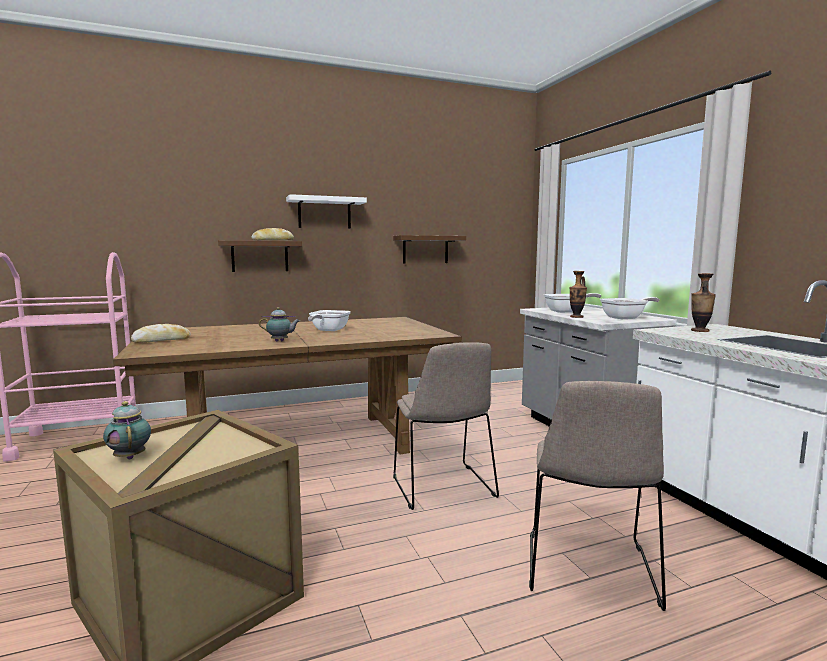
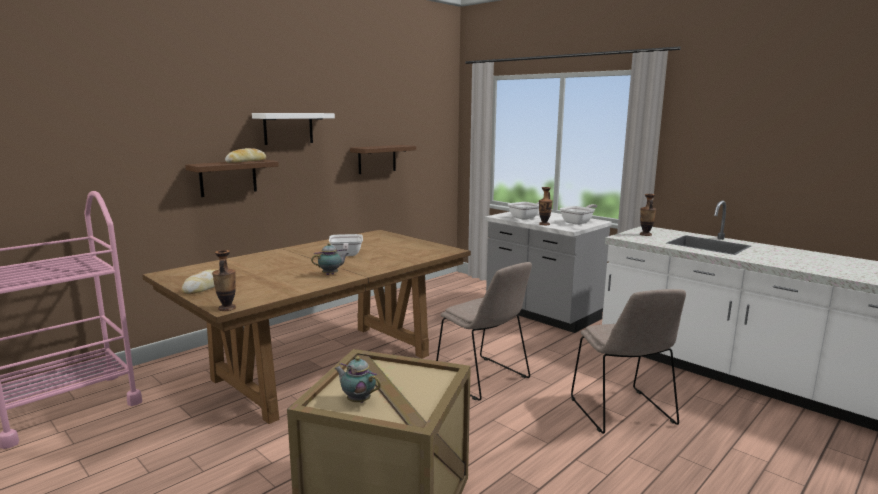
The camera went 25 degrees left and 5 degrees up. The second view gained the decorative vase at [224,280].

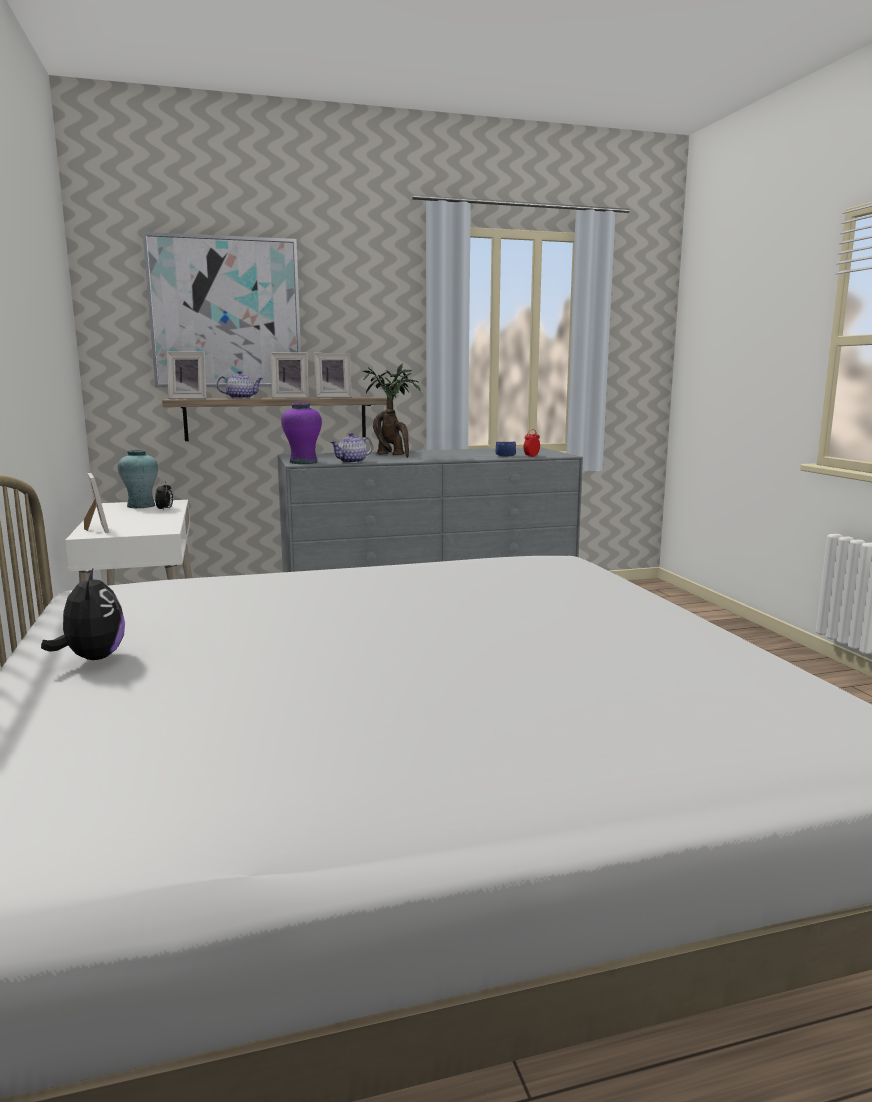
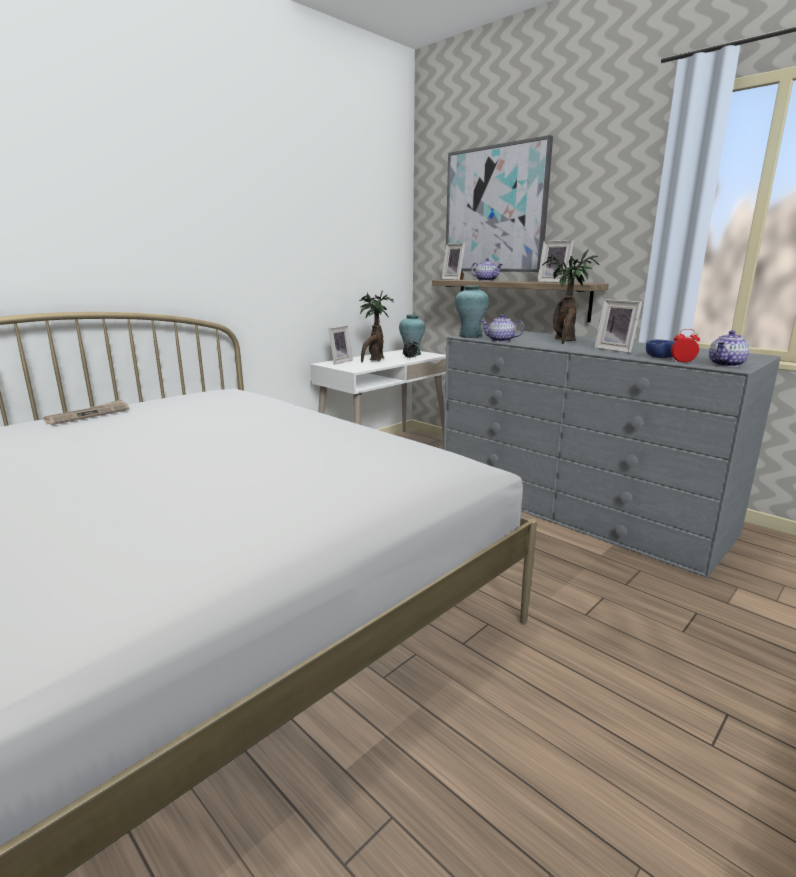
The camera went 60 degrees right and 5 degrees up. Where the cuddly toy stood at [83,614], the printed paper came to stand at [86,412]. The second view gained the houseplant at [376,326]. What was the purple decorative vase at [301,433] turned into the blue-green decorative vase at [472,311]. The standing frame ended up elsewhere, having gone from [290,375] to [618,326]. The second view gained the teapot at [729,348].

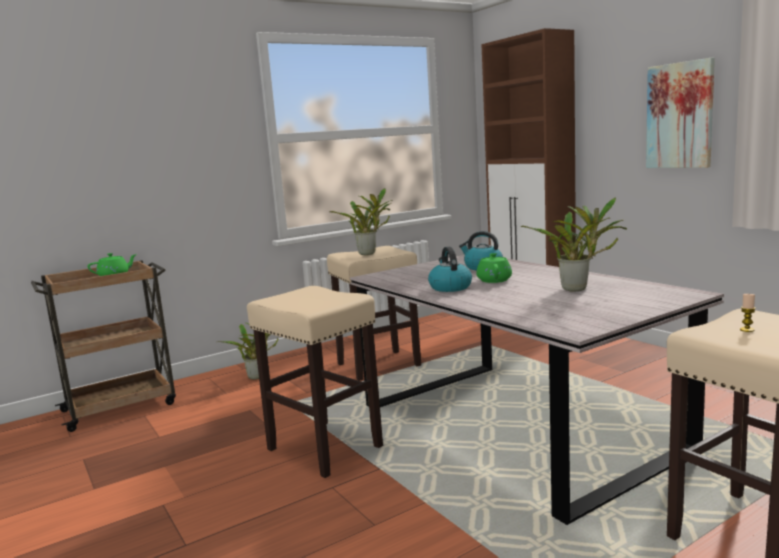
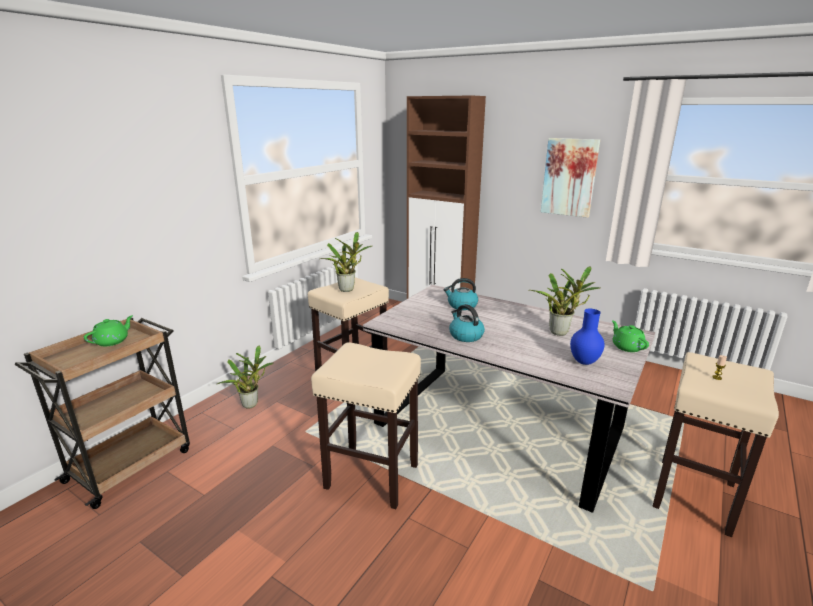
The camera went 25 degrees left and 10 degrees up. The second view gained the blue-coloured decorative vase at [587,337]. The greenish teapot ended up elsewhere, having gone from [494,268] to [630,336].

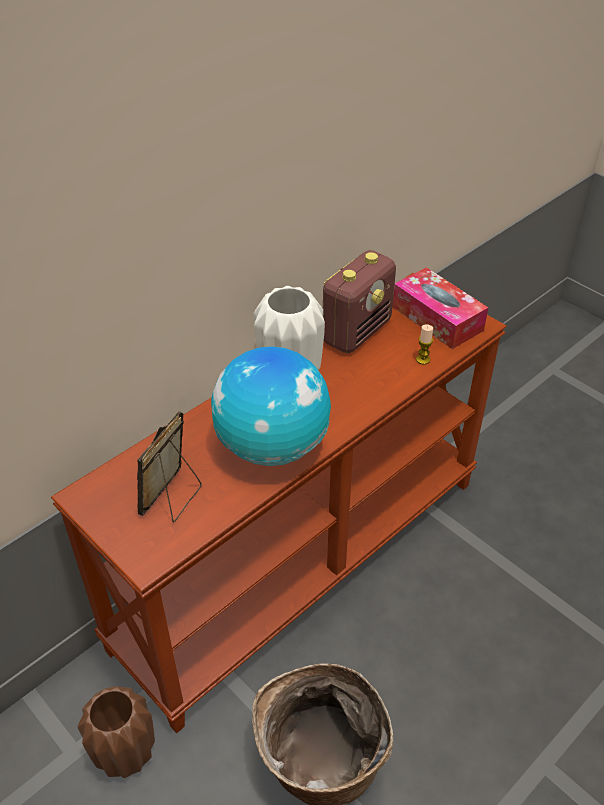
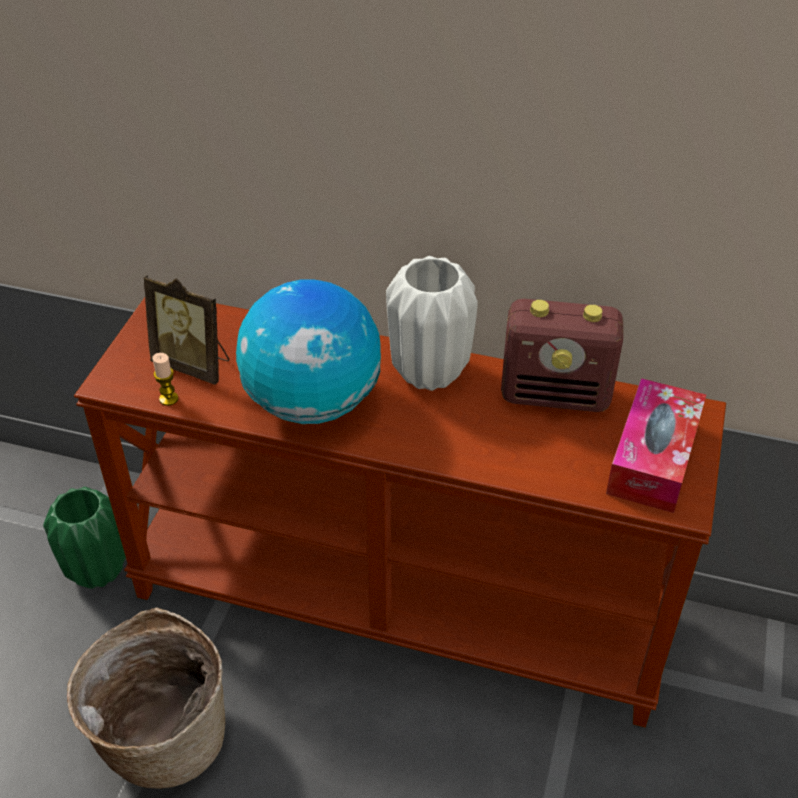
The camera went 60 degrees right and 0 degrees up. What was the brown-coloured decorative vase at [116,732] turned into the greenish decorative vase at [84,538]. The standing frame at [169,467] ended up facing another way, 150 degrees counterclockwise from before. The candle ended up elsewhere, having gone from [424,344] to [165,379].

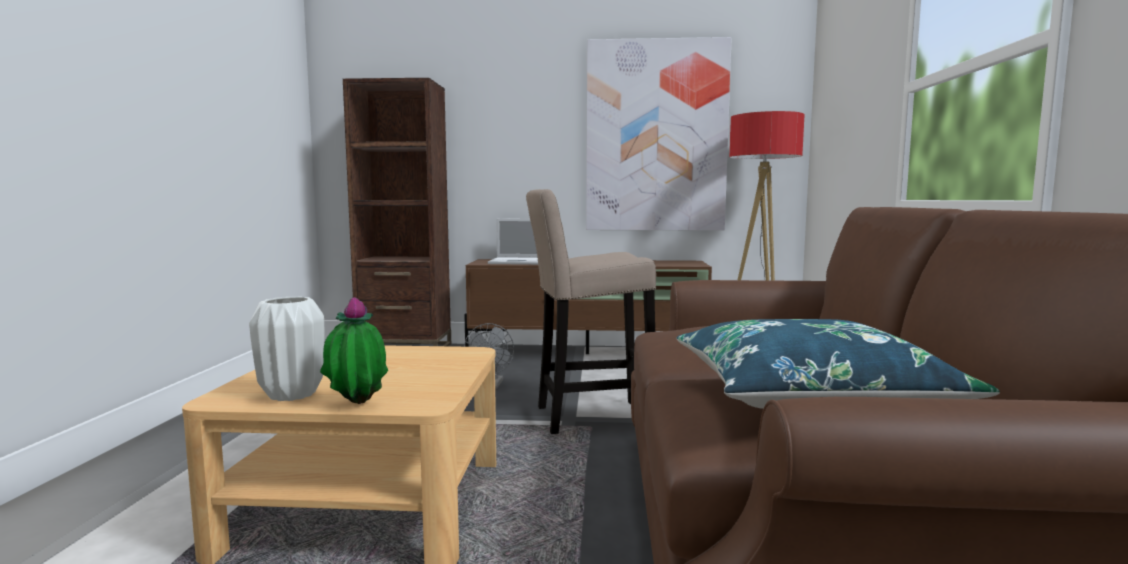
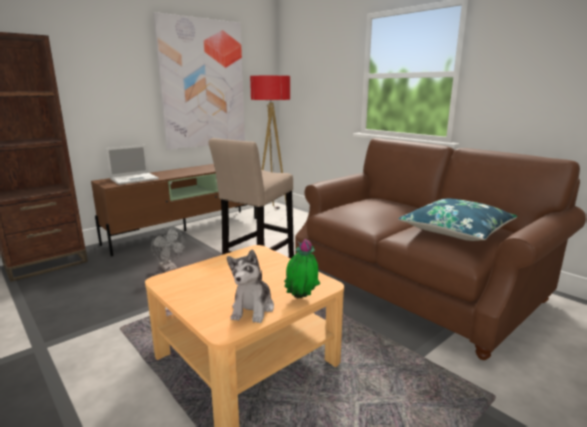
The camera went 45 degrees left and 10 degrees up. Where the whitish decorative vase stood at [286,349], the cuddly toy came to stand at [250,286].

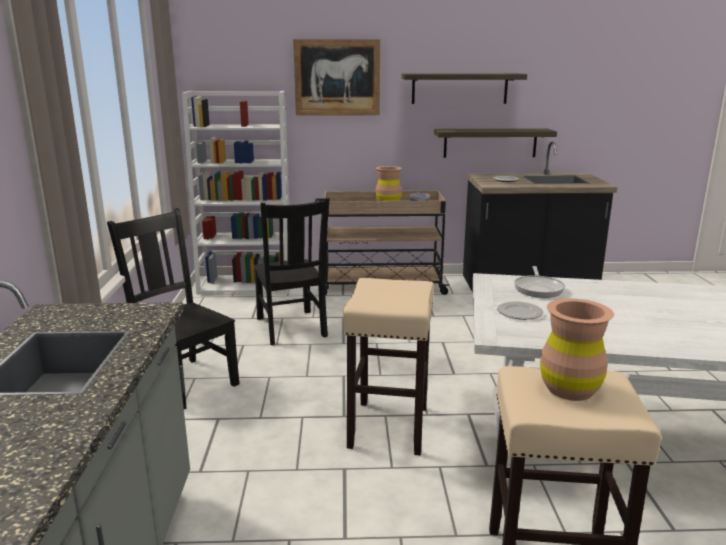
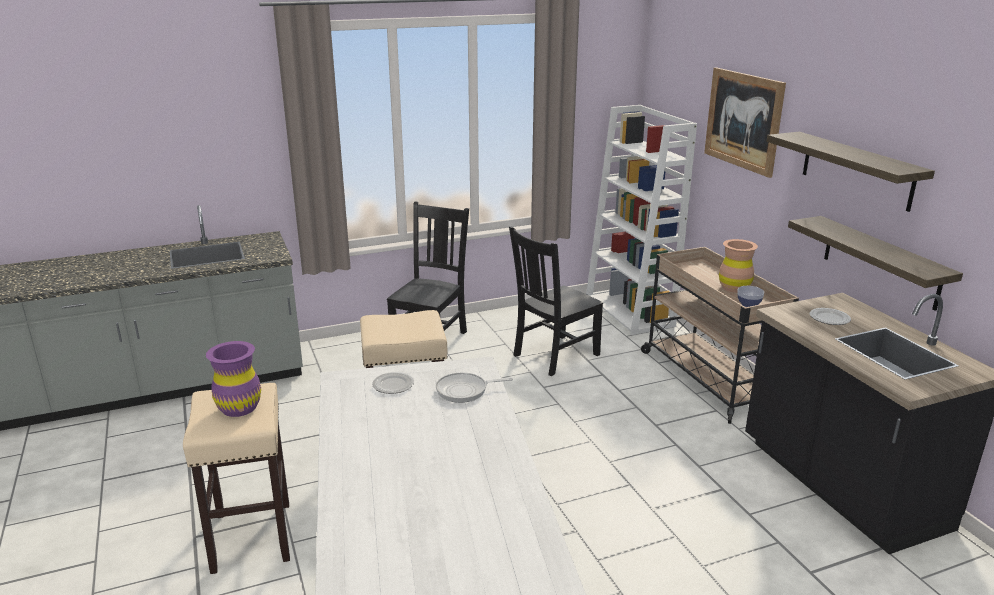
The camera went 70 degrees right and 5 degrees up. What was the brown-coloured decorative vase at [577,349] turned into the purple decorative vase at [233,379].

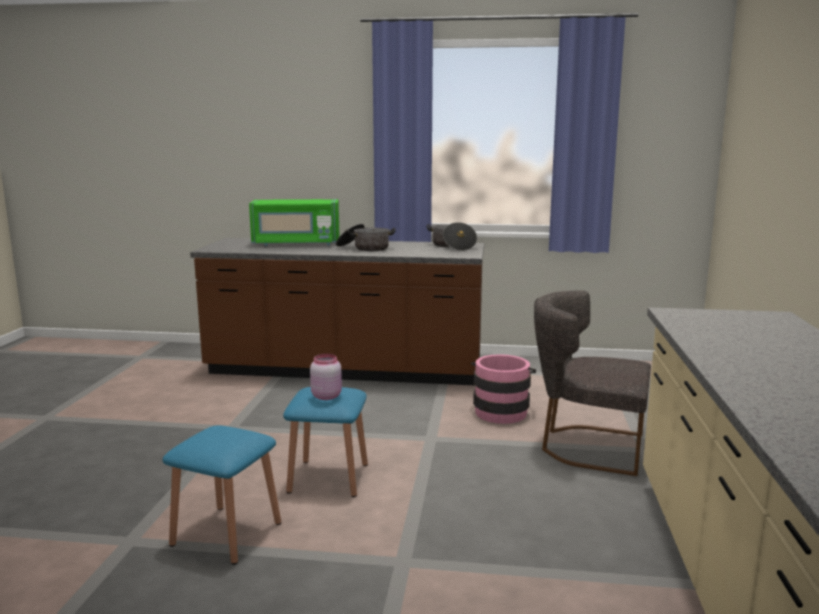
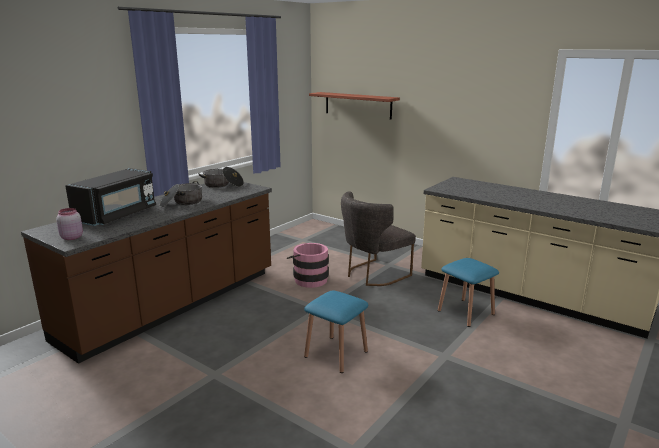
The camera went 60 degrees left and 5 degrees up. The pink jar ended up elsewhere, having gone from [326,377] to [69,224]. What was the greenish microwave at [294,222] turned into the black microwave at [110,197]. The second view gained the bracket shelf at [354,106]. The blue-coloured sitting stool ended up elsewhere, having gone from [222,495] to [468,292].

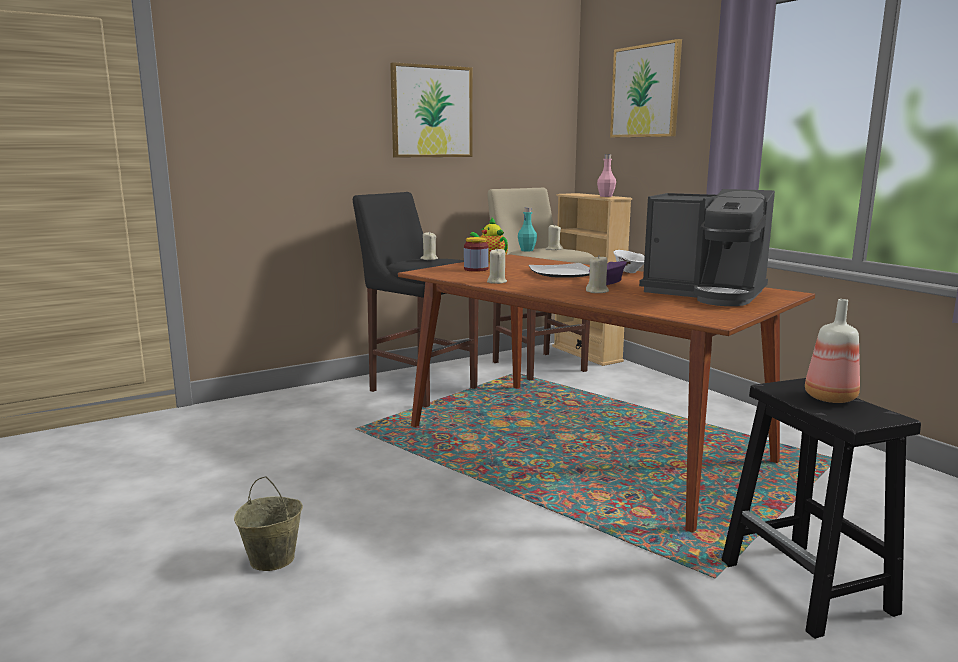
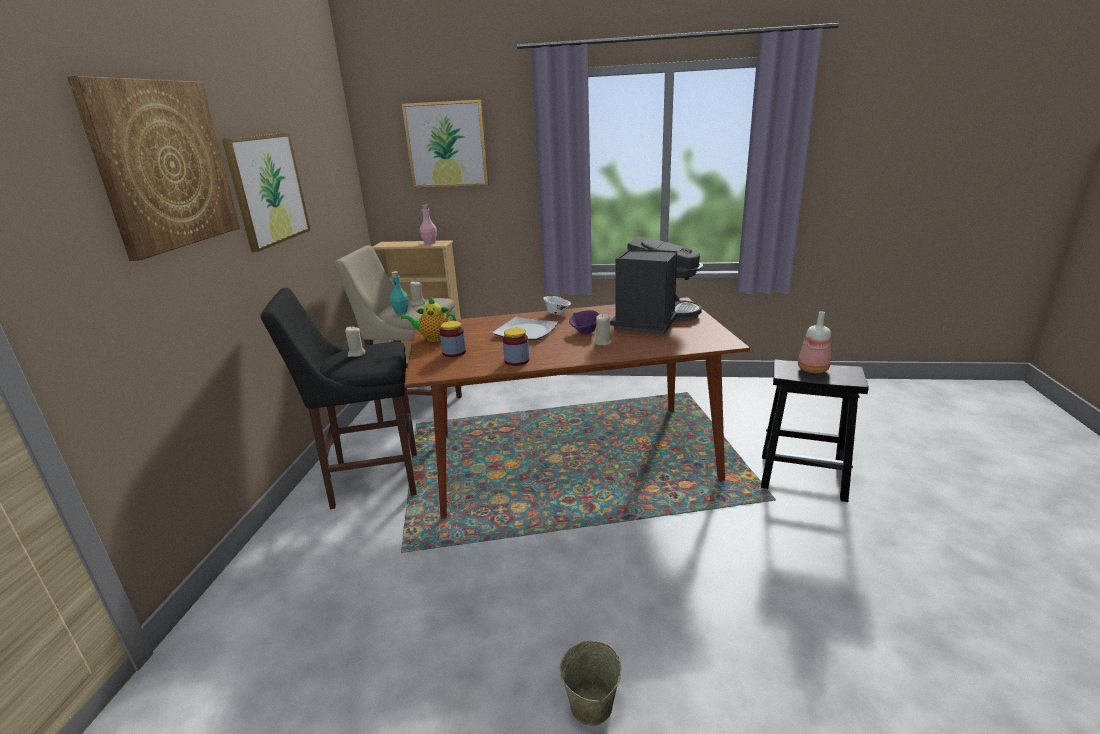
The camera went 50 degrees left and 10 degrees up. The second view gained the wall picture at [153,168]. Where the beige-coloured candle stood at [497,266], the jar came to stand at [516,347]. The coffee maker at [707,247] ended up facing another way, 45 degrees counterclockwise from before.

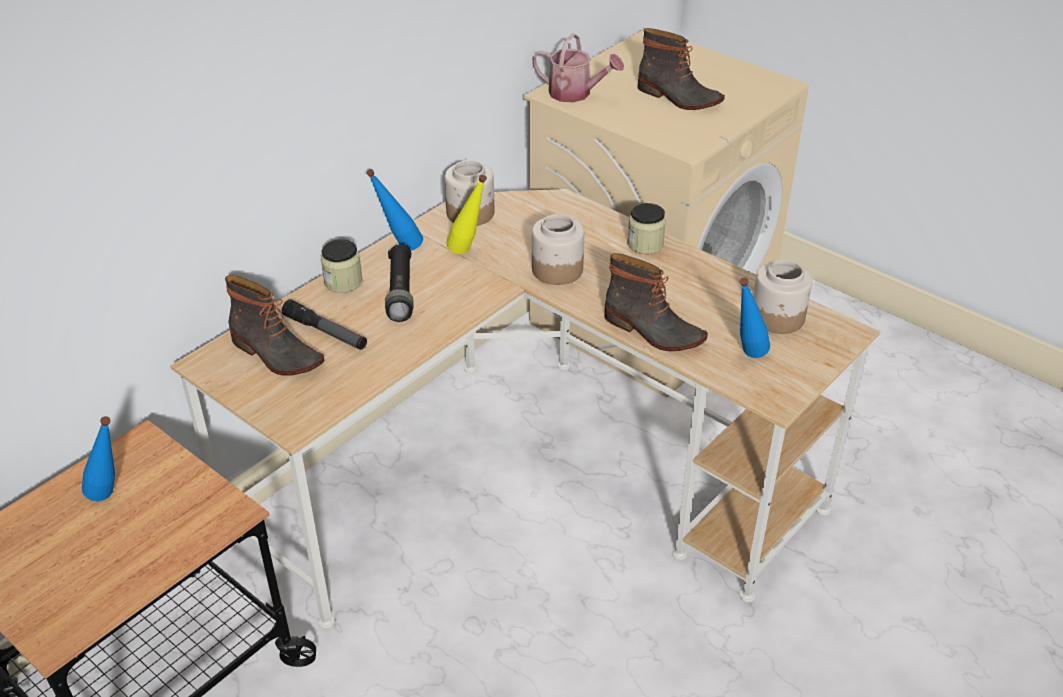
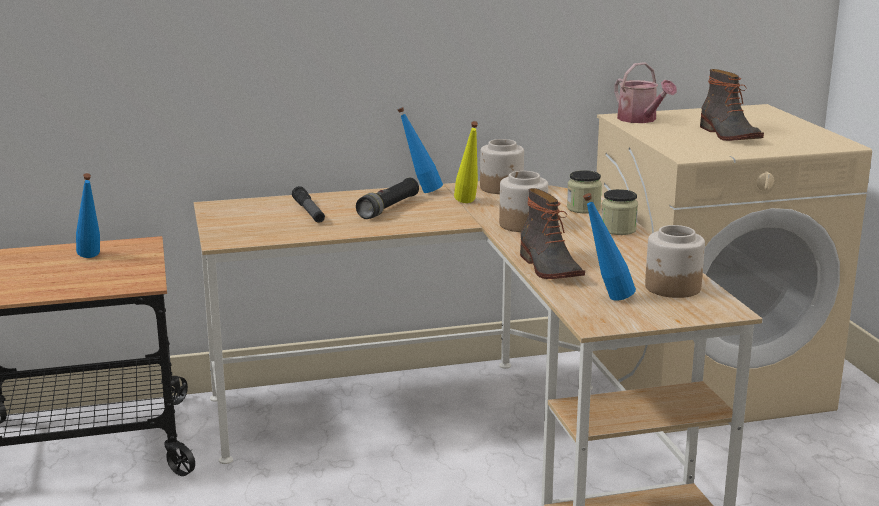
The camera went 35 degrees right and 20 degrees down. The jar ended up elsewhere, having gone from [342,266] to [584,191]. The second view lost the boot at [275,325].

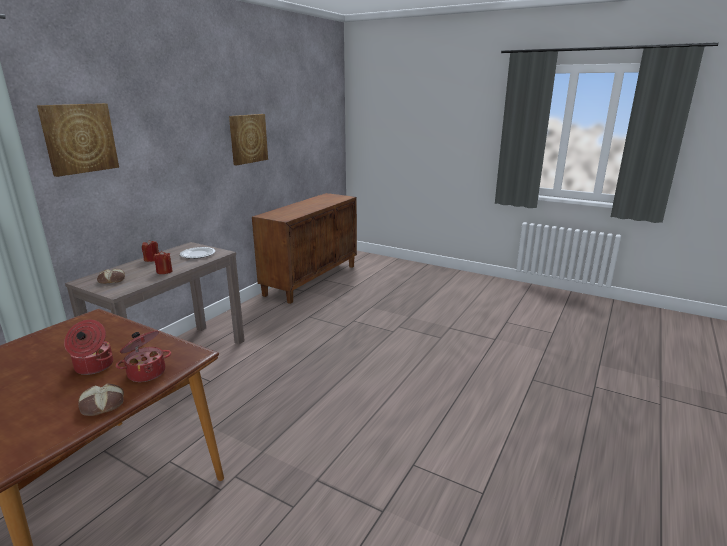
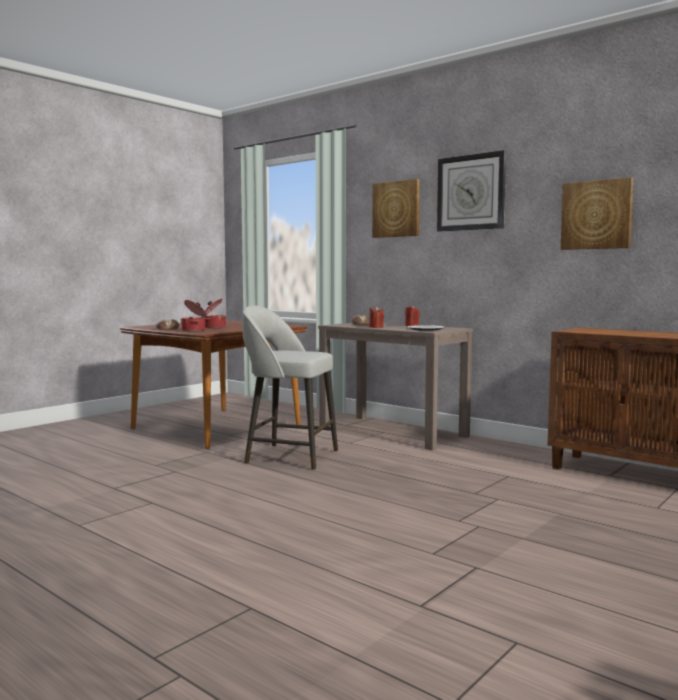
The camera went 100 degrees right and 15 degrees down. The second view gained the gray sitting stool at [290,387]. The second view gained the wall clock at [471,191].

